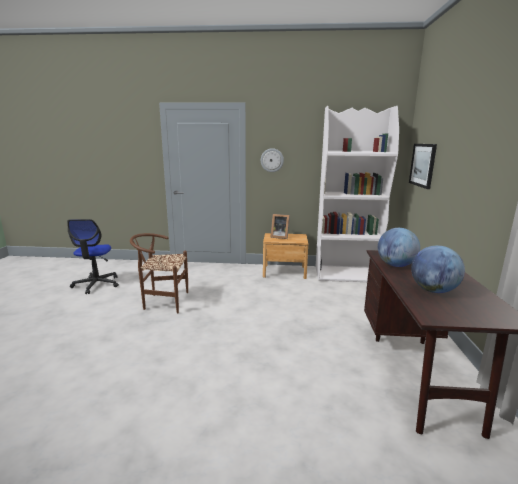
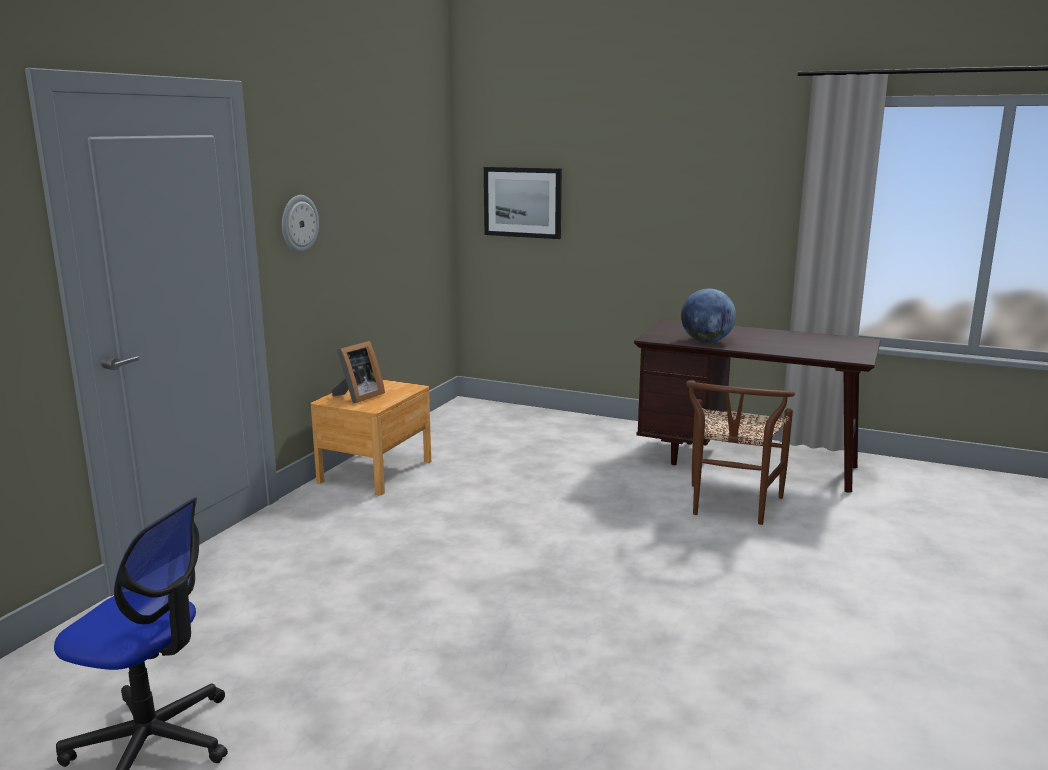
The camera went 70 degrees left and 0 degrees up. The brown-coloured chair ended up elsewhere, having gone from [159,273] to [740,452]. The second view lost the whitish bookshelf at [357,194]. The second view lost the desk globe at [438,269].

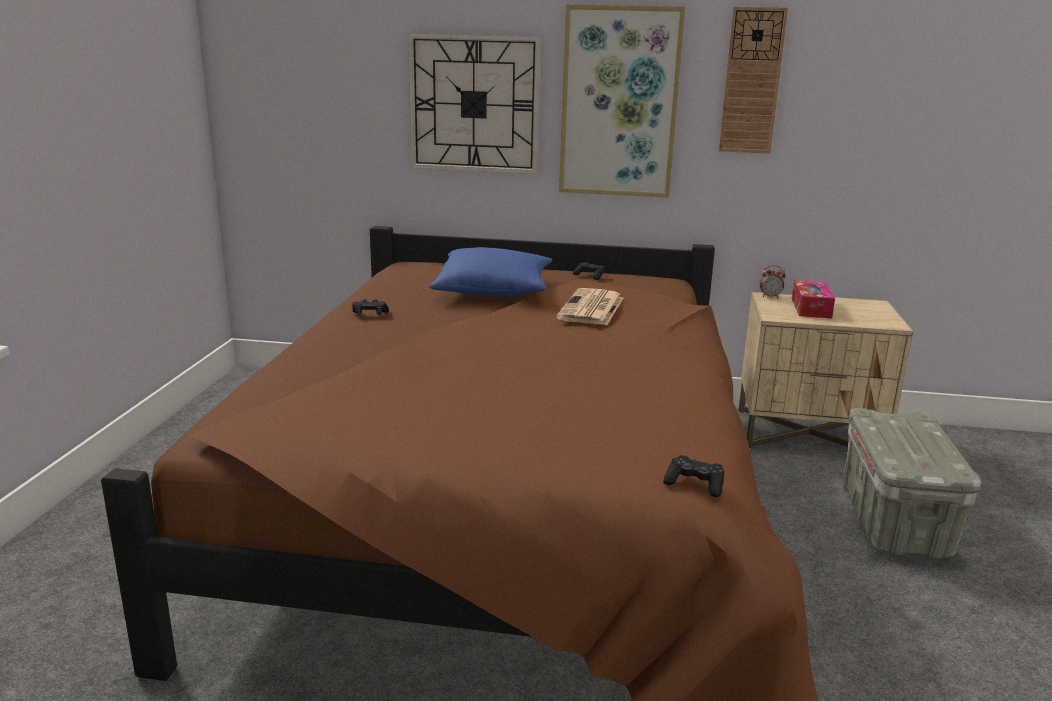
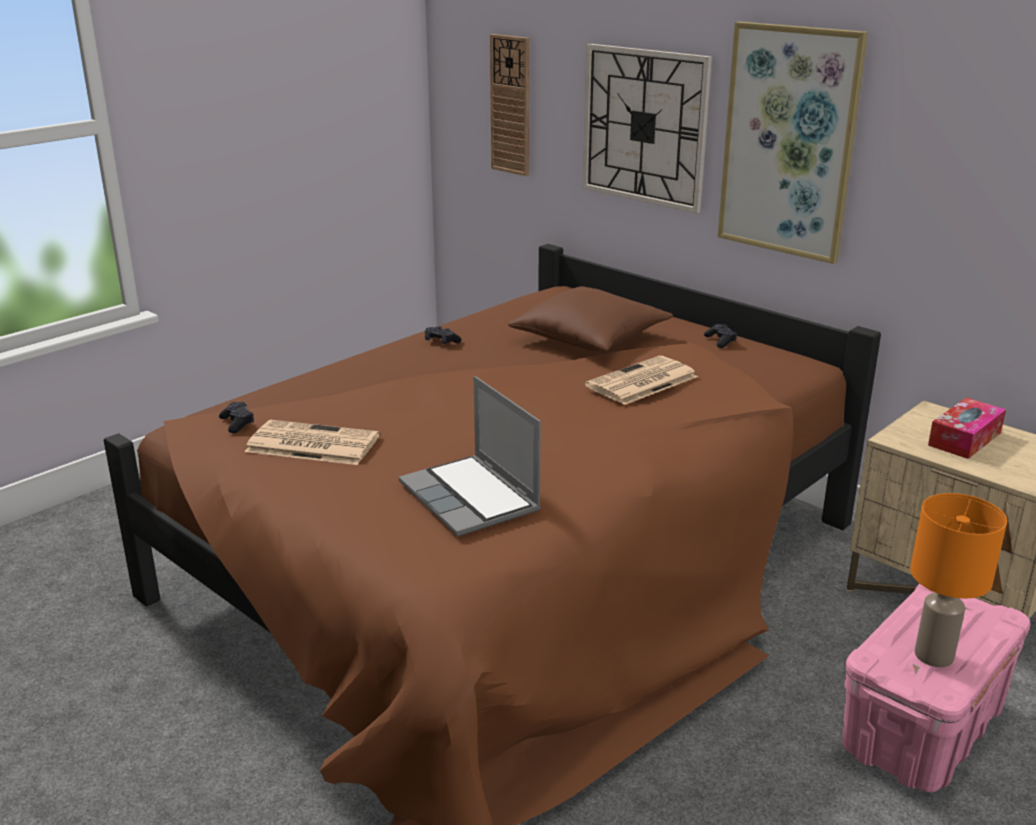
The camera went 35 degrees right and 5 degrees up. The black joypad ended up elsewhere, having gone from [693,476] to [236,417]. The second view gained the printed paper at [312,442]. The second view gained the portable computer at [470,456]. The wall clock ended up elsewhere, having gone from [753,80] to [509,105]. What was the blue-coloured pillow at [490,271] turned into the brown-coloured pillow at [590,319]. What was the gray storage box at [912,483] turned into the pink storage box at [936,688]. The second view gained the orangey table lamp at [958,580]. The second view lost the table clock at [773,281].

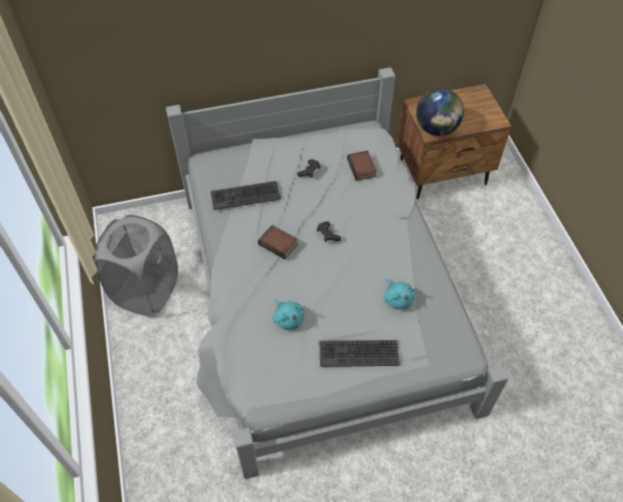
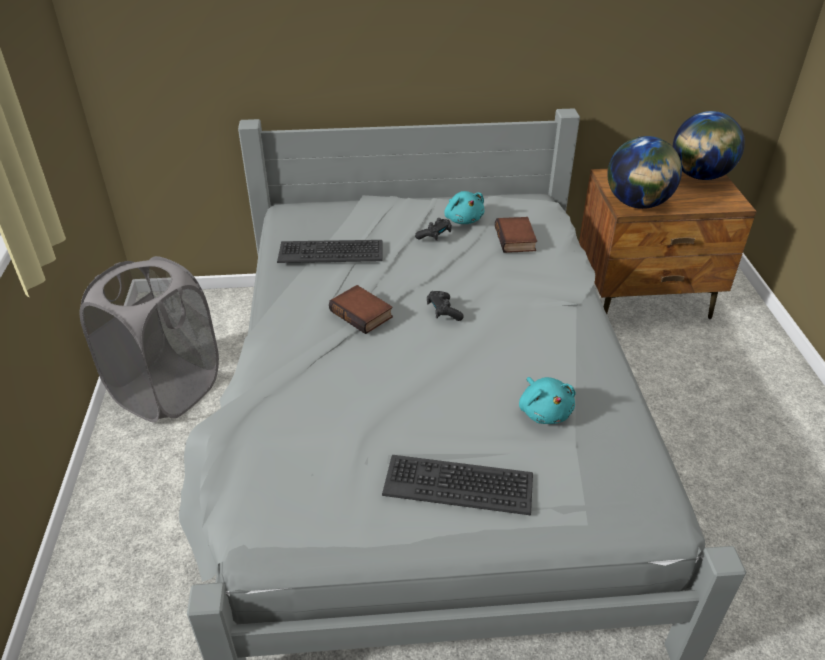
The camera went 10 degrees right and 15 degrees down. The blue-green cuddly toy ended up elsewhere, having gone from [288,314] to [464,207]. The second view gained the desk globe at [709,145].

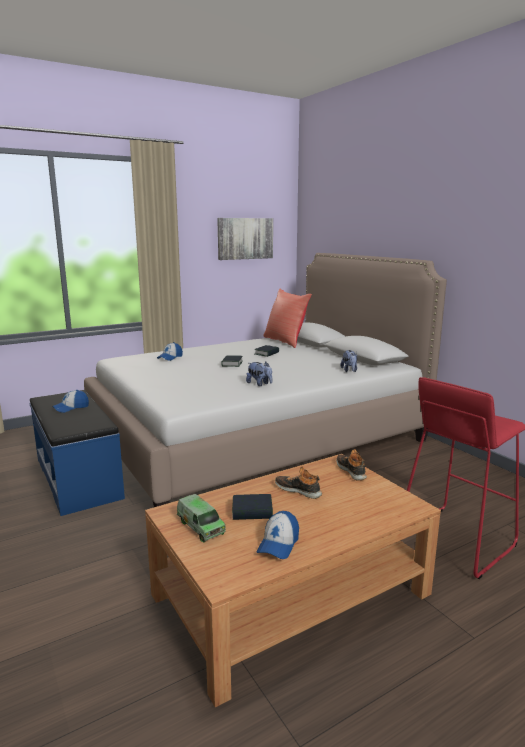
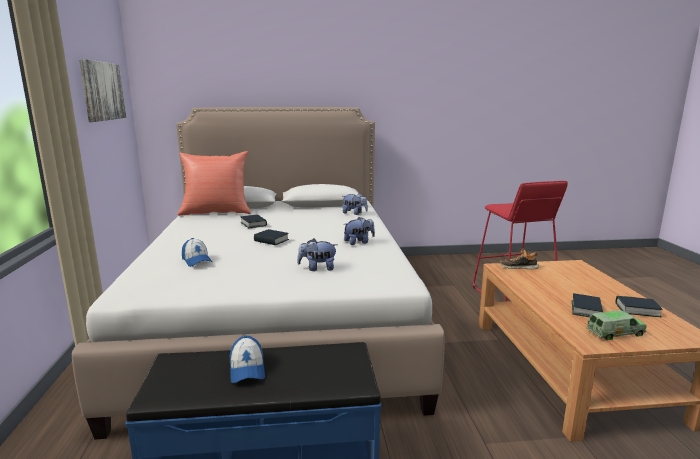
The camera went 65 degrees left and 0 degrees up. The second view gained the cuddly toy at [317,254]. Where the cap stood at [278,535], the book came to stand at [639,306]. The second view lost the low shoe at [298,483].

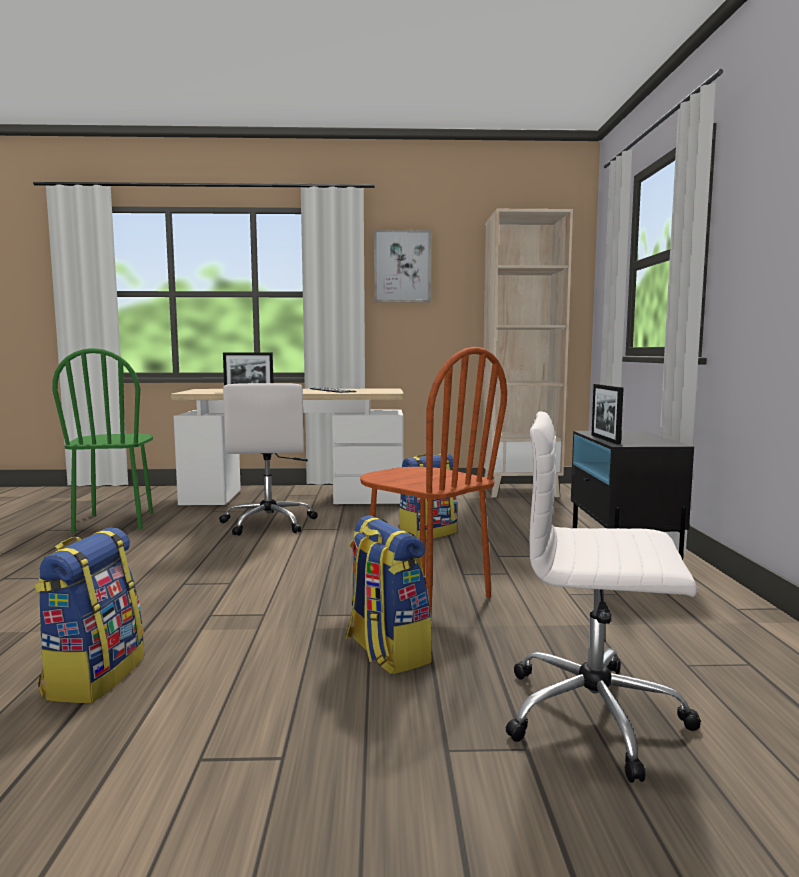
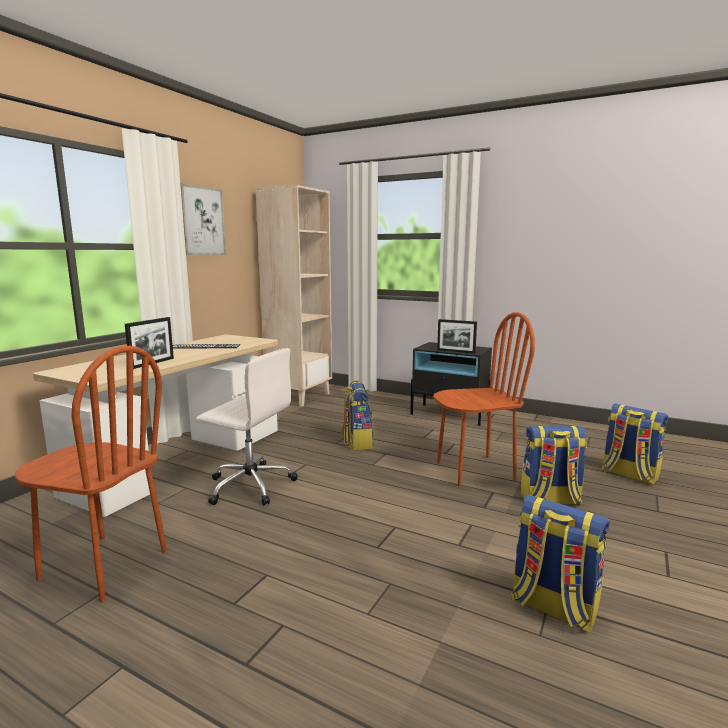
The camera went 60 degrees left and 5 degrees up. What was the greenish chair at [102,440] turned into the brown-coloured chair at [91,474]. Where the whitish computer chair stood at [603,597], the backpack came to stand at [635,444].

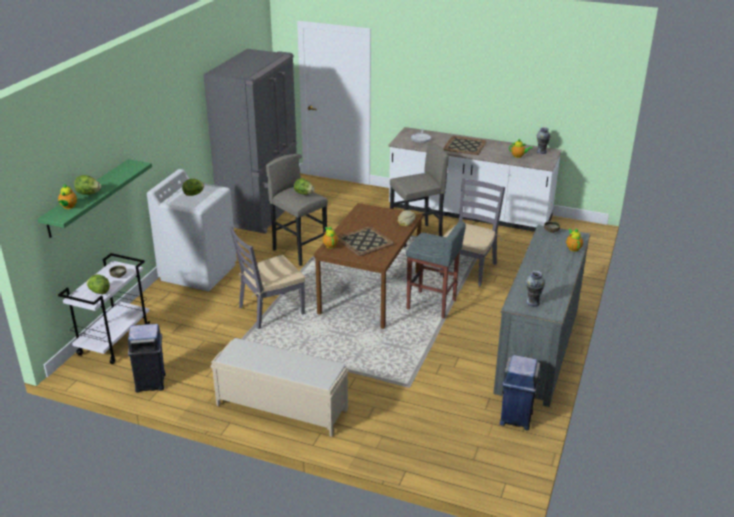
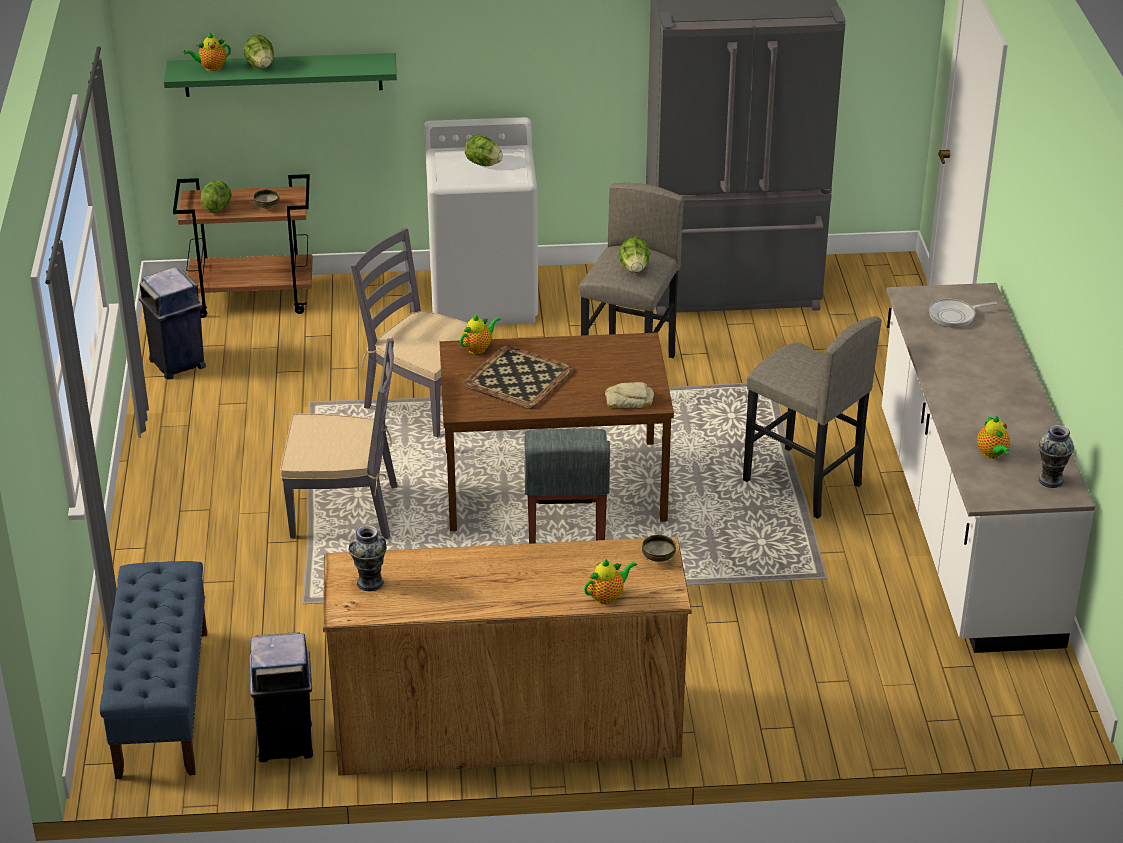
The camera went 65 degrees right and 5 degrees up. The second view gained the blue-coloured long seat at [153,670]. What was the whitish trolley at [104,308] turned into the brown-coloured trolley at [243,246]. The gray chair ended up elsewhere, having gone from [472,232] to [339,438]. What was the gray drawer chest at [542,316] turned into the brown-coloured drawer chest at [507,656]. The second view lost the beige-coloured long seat at [279,387]. The second view lost the tray at [465,145].

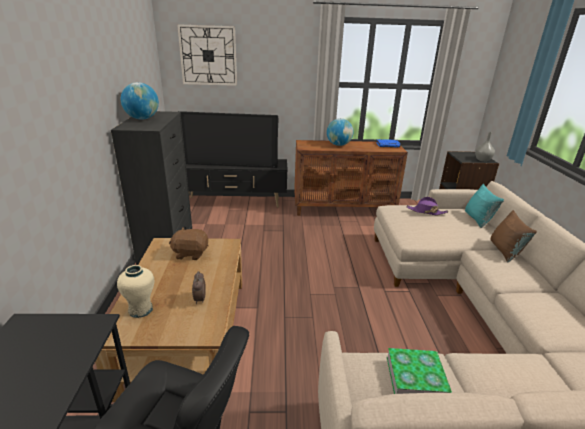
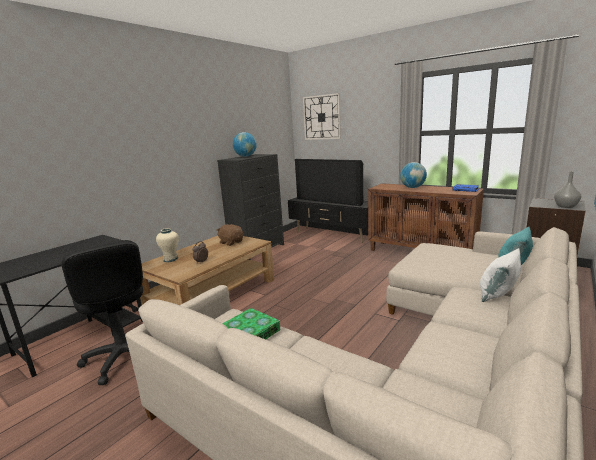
The camera went 40 degrees right and 10 degrees down. What was the brown-coloured pillow at [513,236] turned into the whitish pillow at [500,275]. The second view lost the purple clothing hat at [427,206].

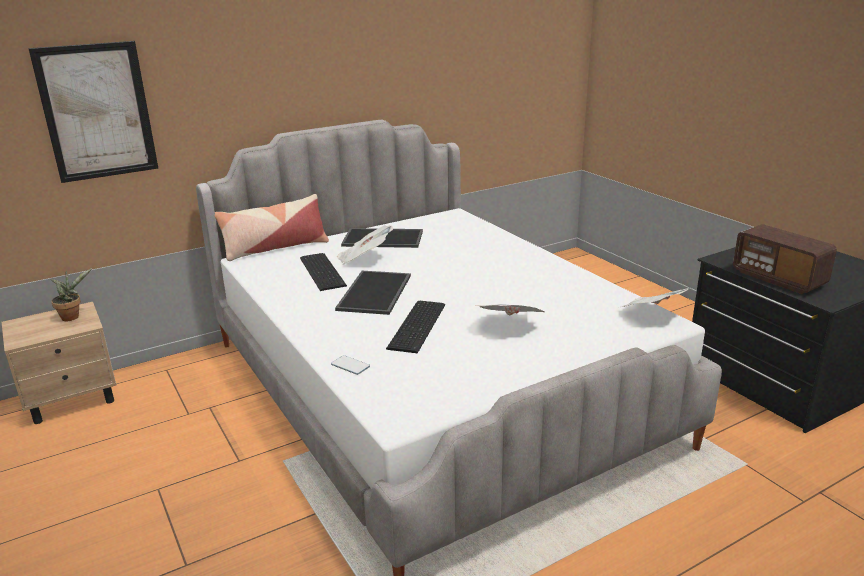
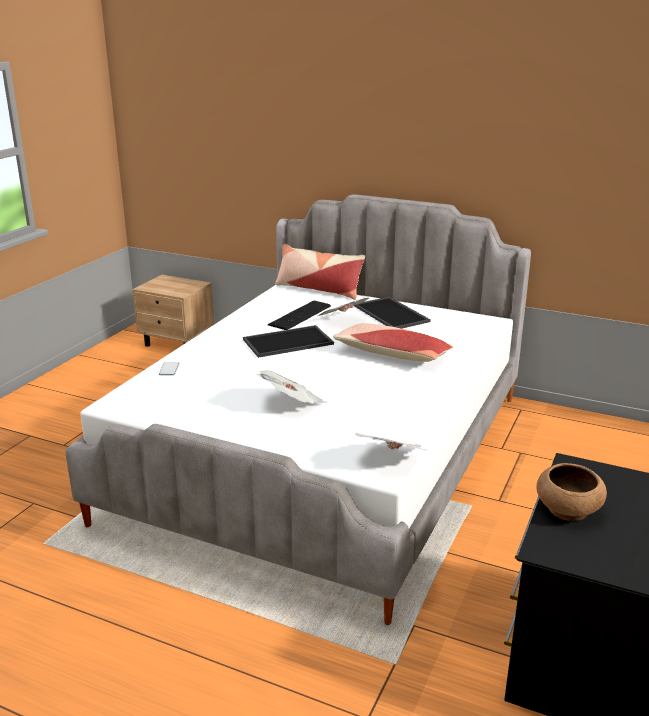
The camera went 55 degrees right and 0 degrees up. The second view gained the pillow at [393,342]. Where the radio set stood at [785,259], the brown-coloured bowl came to stand at [571,492]. The second view lost the wall picture at [93,112]. The second view lost the houseplant at [71,294]. The second view lost the computer keyboard at [415,327].

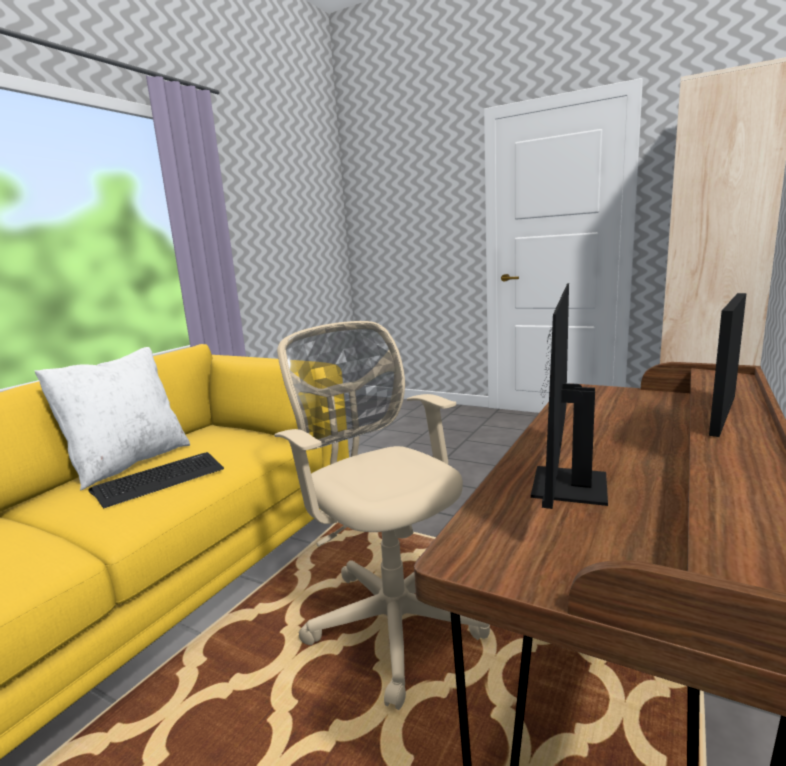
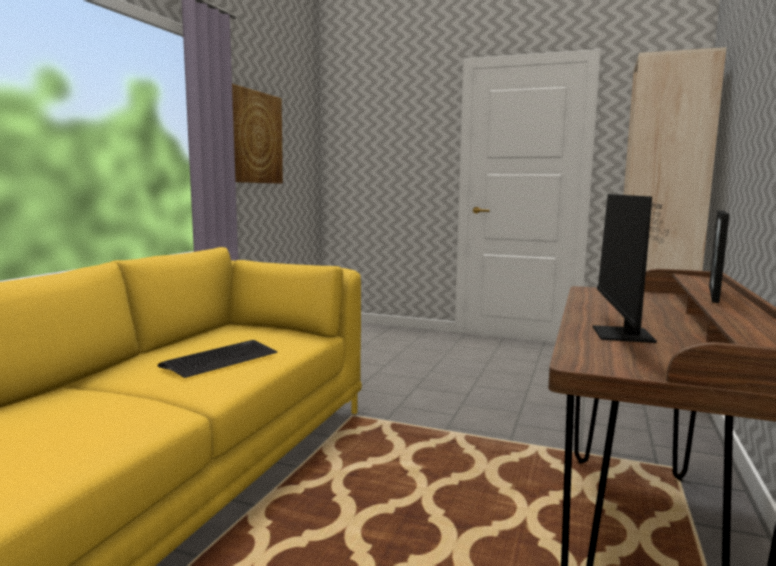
The camera went 10 degrees left and 5 degrees down. The second view gained the wall picture at [257,134]. The second view lost the whitish pillow at [112,419]. The second view lost the beige-coloured computer chair at [382,515].

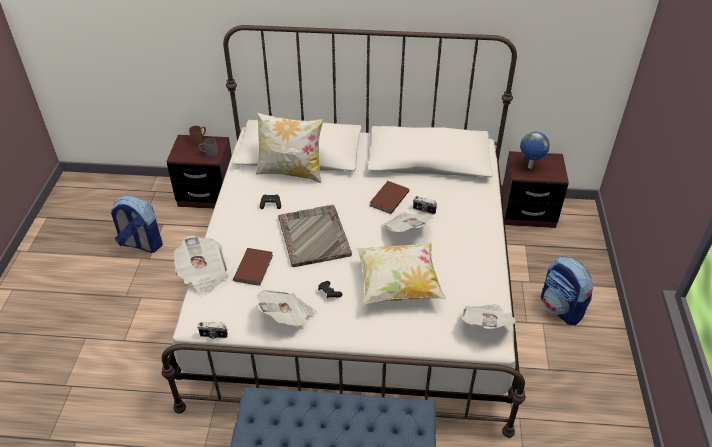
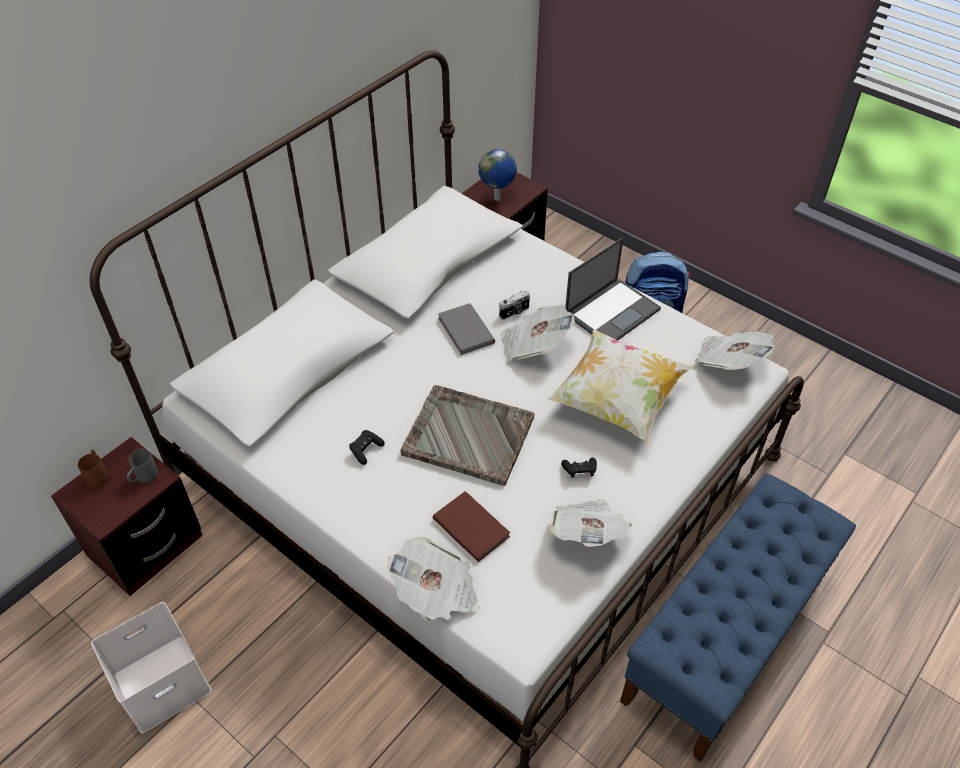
The camera went 55 degrees left and 5 degrees up. Where the backpack stood at [137,224], the whitish storage box came to stand at [151,667]. What was the brown-coloured book at [389,197] turned into the gray book at [466,329]. The second view gained the portable computer at [613,289]. The second view lost the photo camera at [212,330]. The second view lost the pillow at [290,147].

